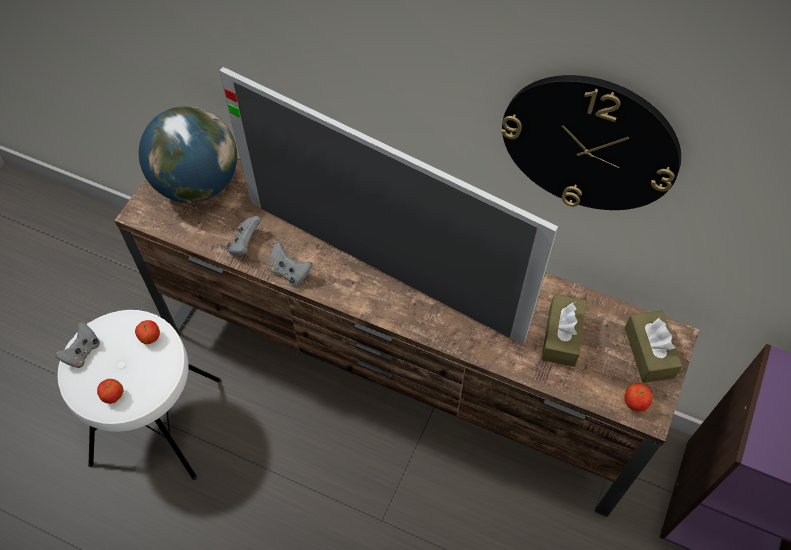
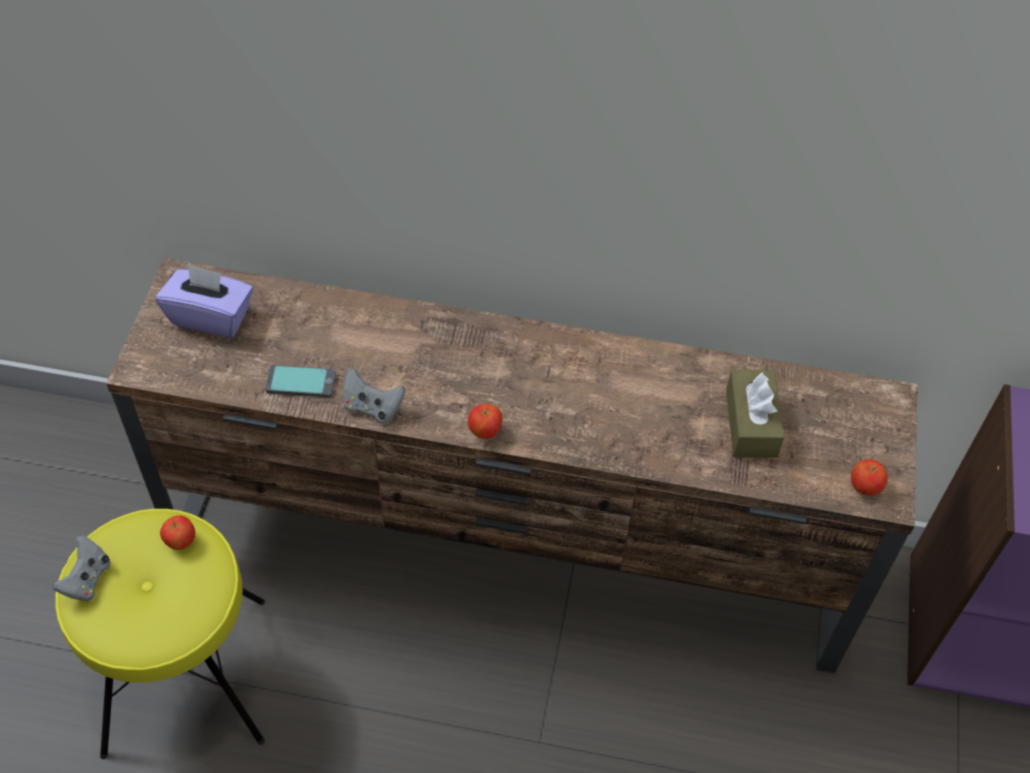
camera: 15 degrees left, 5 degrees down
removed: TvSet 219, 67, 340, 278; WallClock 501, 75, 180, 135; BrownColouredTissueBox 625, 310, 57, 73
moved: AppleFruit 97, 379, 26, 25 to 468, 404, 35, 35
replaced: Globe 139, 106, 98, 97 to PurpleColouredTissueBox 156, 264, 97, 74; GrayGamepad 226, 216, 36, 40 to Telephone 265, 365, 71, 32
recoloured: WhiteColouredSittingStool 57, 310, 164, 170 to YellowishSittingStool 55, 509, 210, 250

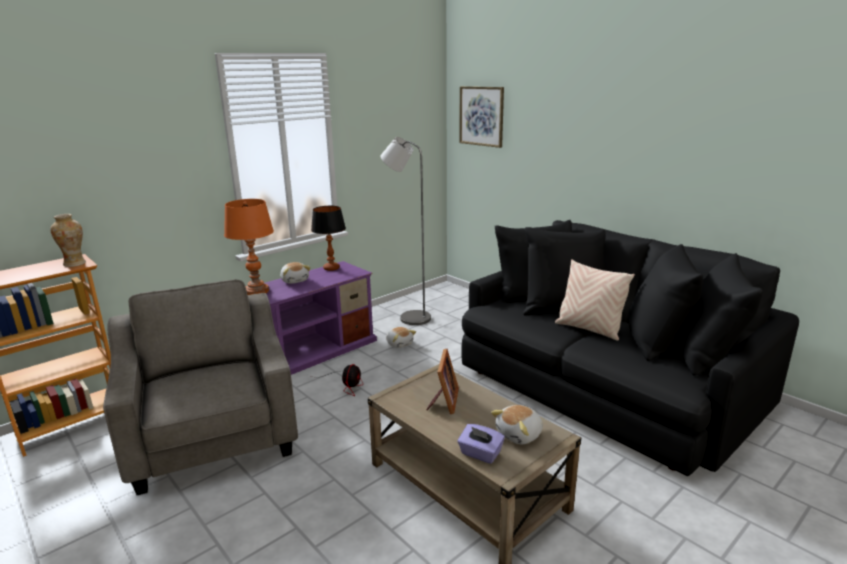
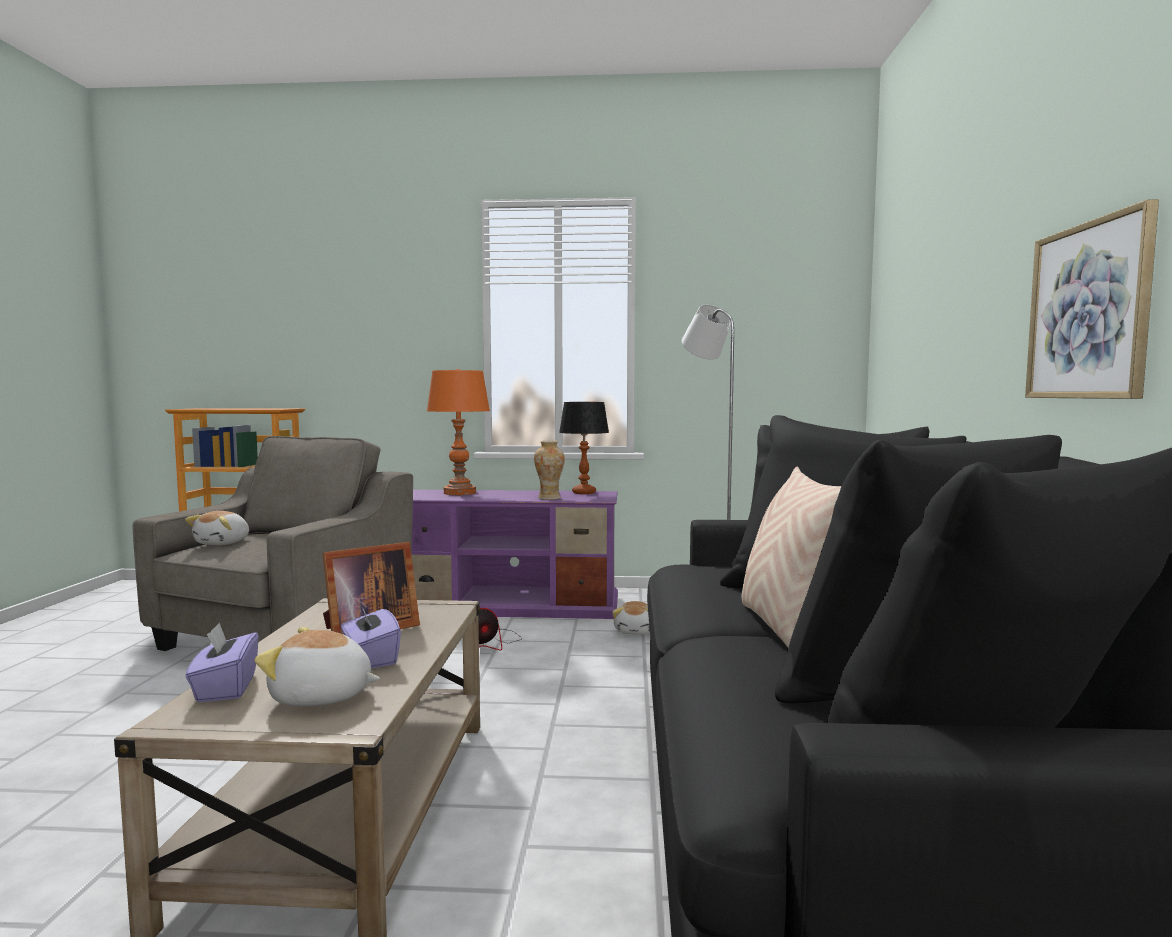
camera: 45 degrees right, 15 degrees down
added: PurpleColouredTissueBox 341, 601, 60, 68
moved: Vase 50, 214, 36, 53 to 534, 441, 31, 59; SoftToy 280, 262, 31, 22 to 185, 511, 64, 34; WallArt 459, 86, 45, 62 to 1025, 199, 134, 200

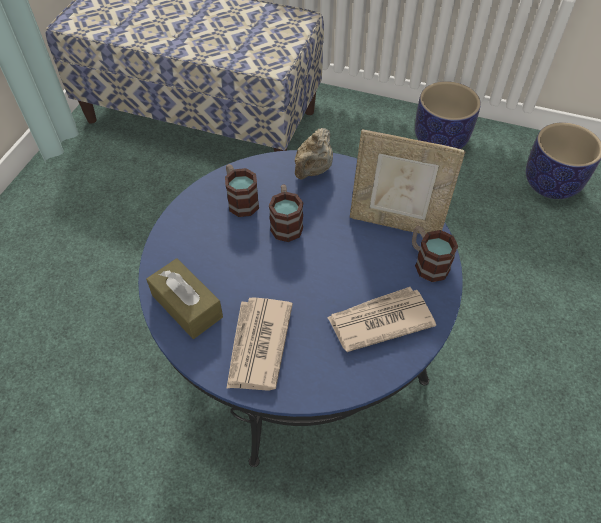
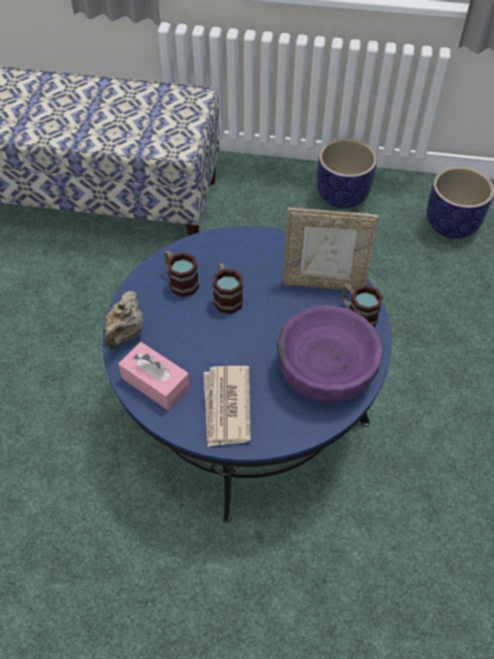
camera: 10 degrees left, 0 degrees up
moved: BeigeColouredTeapot 295, 128, 38, 52 to 105, 291, 38, 58
replaced: Newspaper 327, 287, 109, 65 to PurpleColouredBowl 277, 305, 106, 98
recoloured: BrownColouredTissueBox 146, 258, 77, 81 to PinkishTissueBox 118, 342, 72, 68

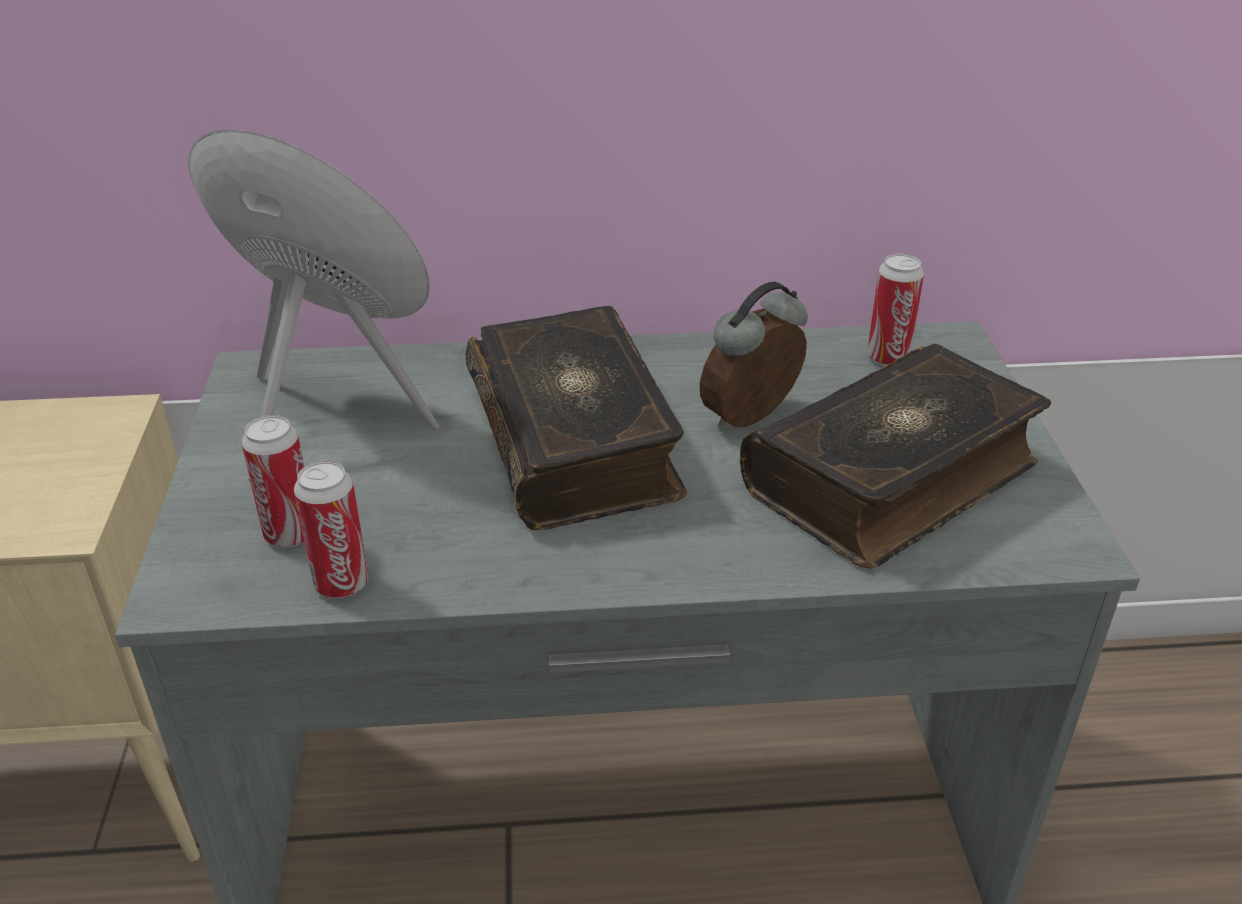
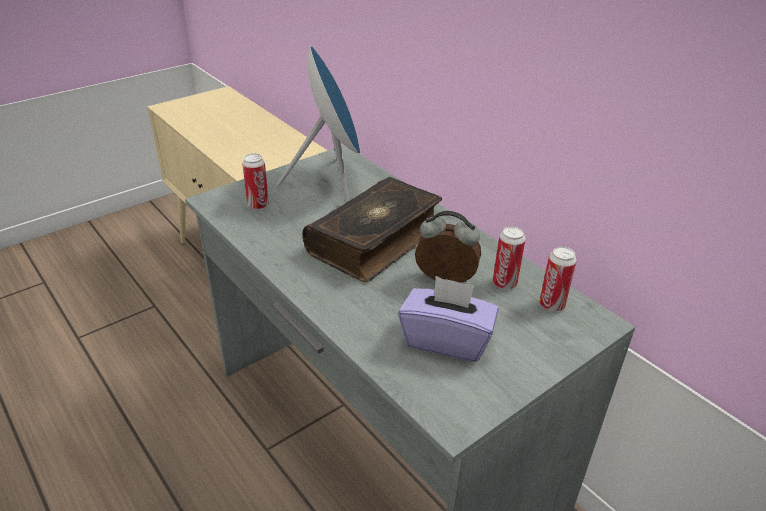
camera: 55 degrees right, 0 degrees up
moved: SealedCan 294, 461, 75, 137 to 493, 226, 33, 64
replaced: BoundBook 740, 344, 311, 225 to PurpleColouredTissueBox 398, 276, 100, 86

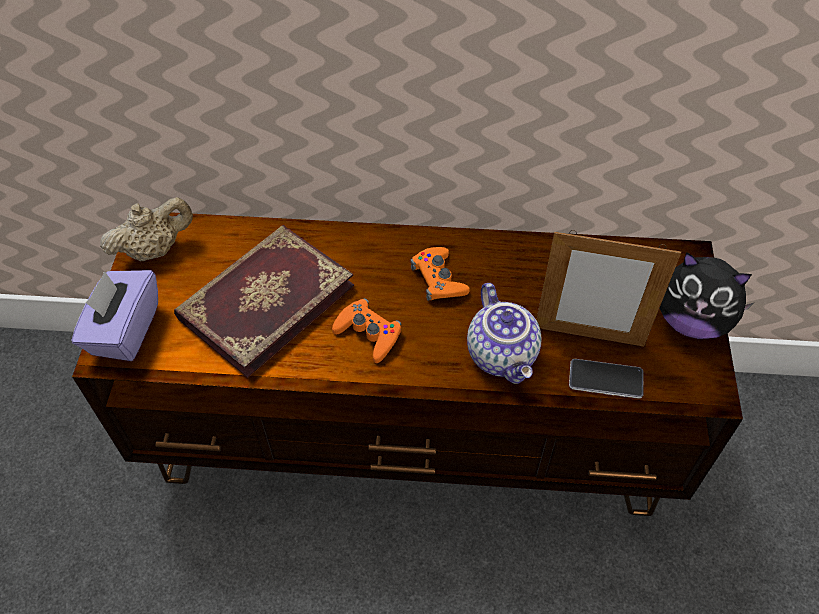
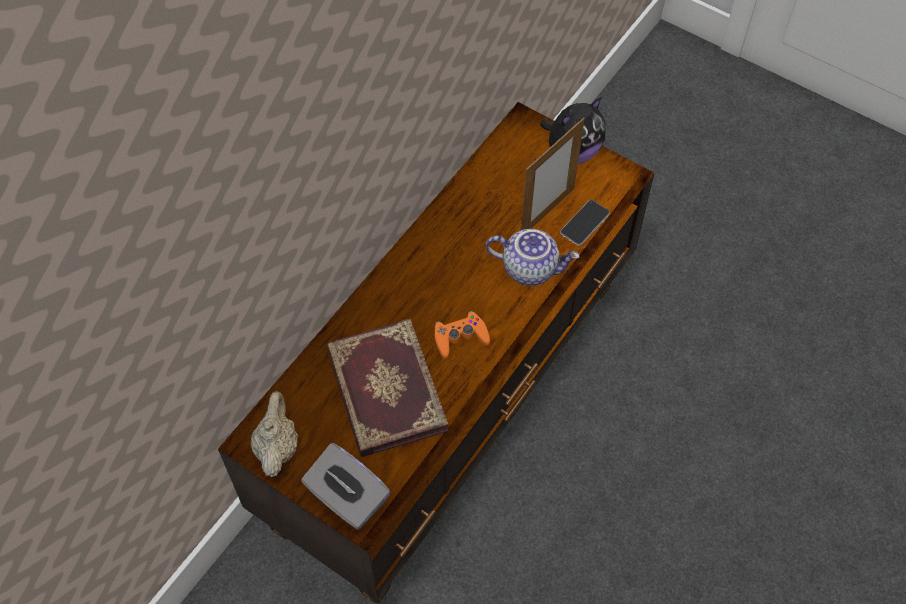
camera: 60 degrees left, 5 degrees up
removed: OrangeyGamepad 410, 247, 60, 54
recoloured: PurpleColouredTissueBox 71, 270, 87, 91 to GrayTissueBox 301, 443, 89, 87

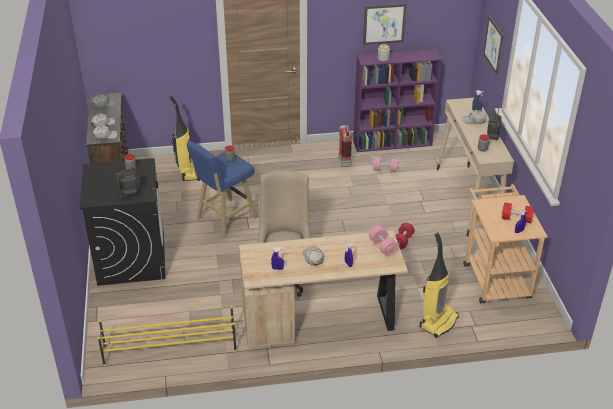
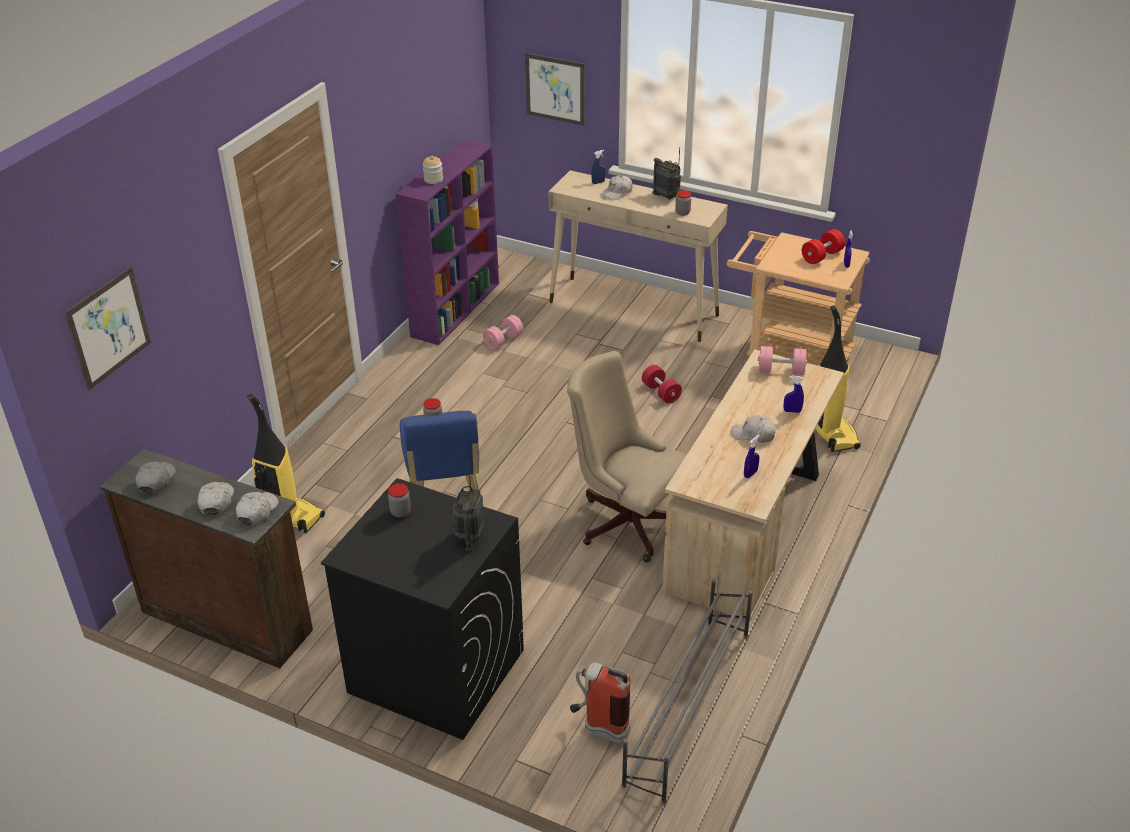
camera: 55 degrees left, 0 degrees up
moved: FireFightingCylinder 338, 125, 14, 42 to 570, 662, 61, 82; WallArt 363, 4, 44, 41 to 64, 267, 87, 123
recoloured: YellowishShoeRack 98, 306, 139, 60 to GrayShoeRack 622, 578, 131, 226

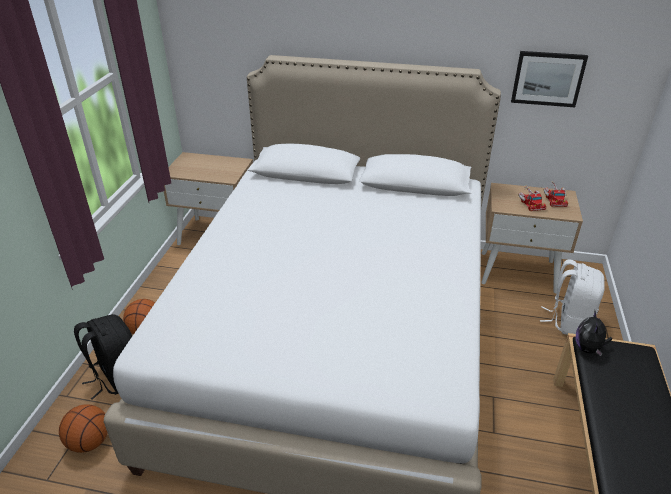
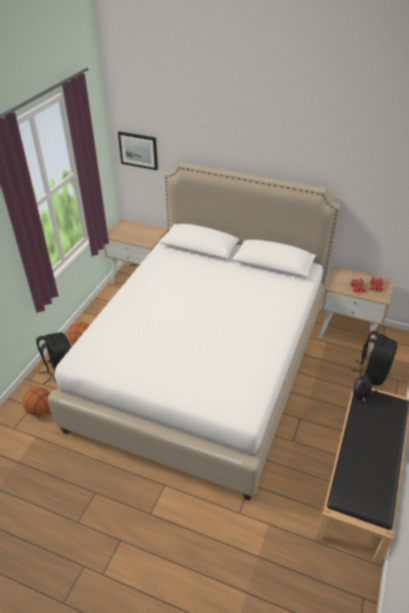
camera: 10 degrees right, 5 degrees up
moved: WallArt 511, 51, 77, 56 to 118, 131, 40, 39
recoloured: WhiteColouredBackpack 540, 259, 65, 76 to BlackColouredBackpack 351, 331, 46, 54

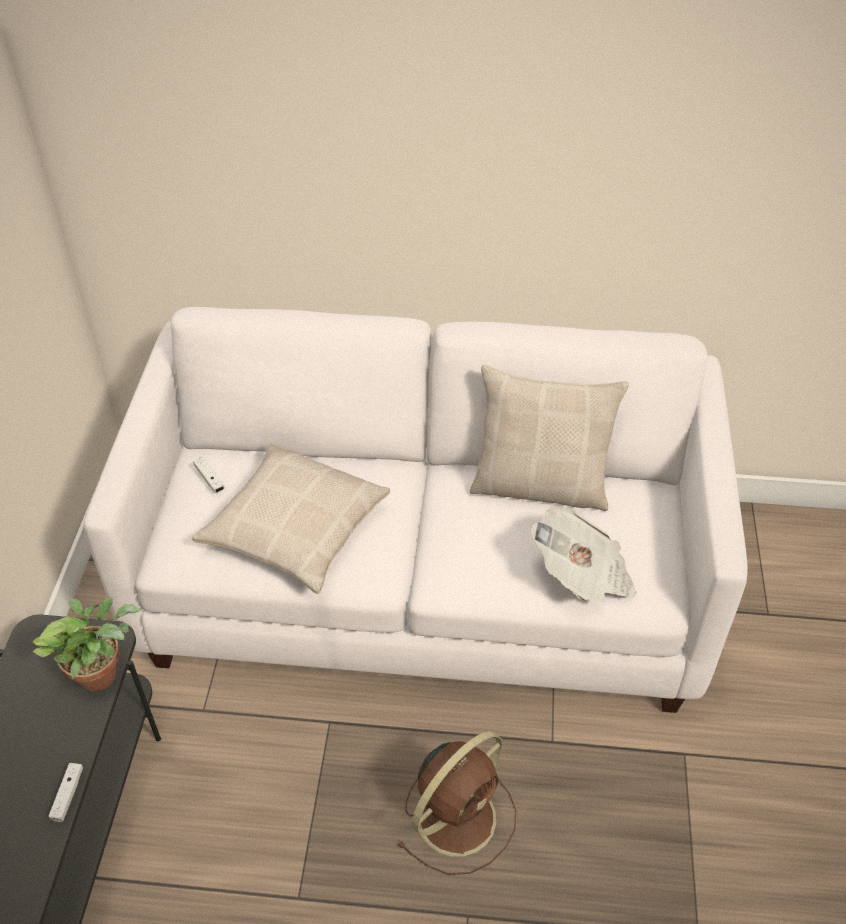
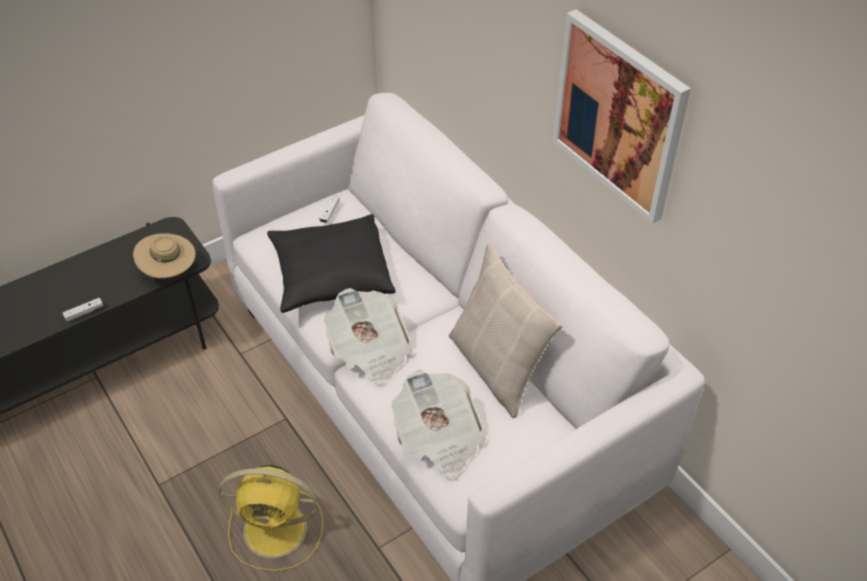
camera: 50 degrees right, 0 degrees up
added: Newspaper 324, 288, 89, 97; WallArt 553, 9, 138, 215
replaced: PottedPlant 33, 597, 108, 95 to BeigeColouredWearableHat 133, 233, 63, 46
recoloured: BeigeColouredThrowPillow 192, 444, 198, 150 to BlackColouredThrowPillow 267, 214, 129, 99; BrownColouredFan 397, 731, 119, 144 to YellowishFan 219, 465, 104, 106

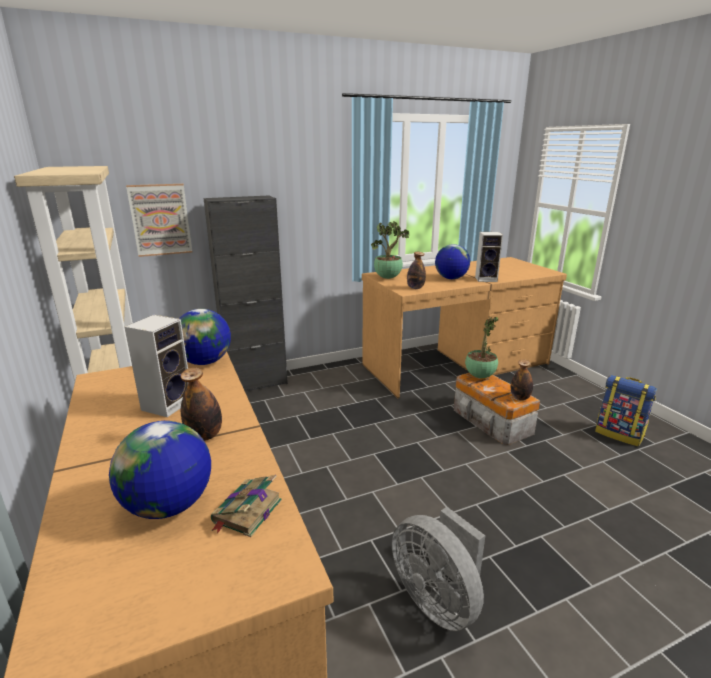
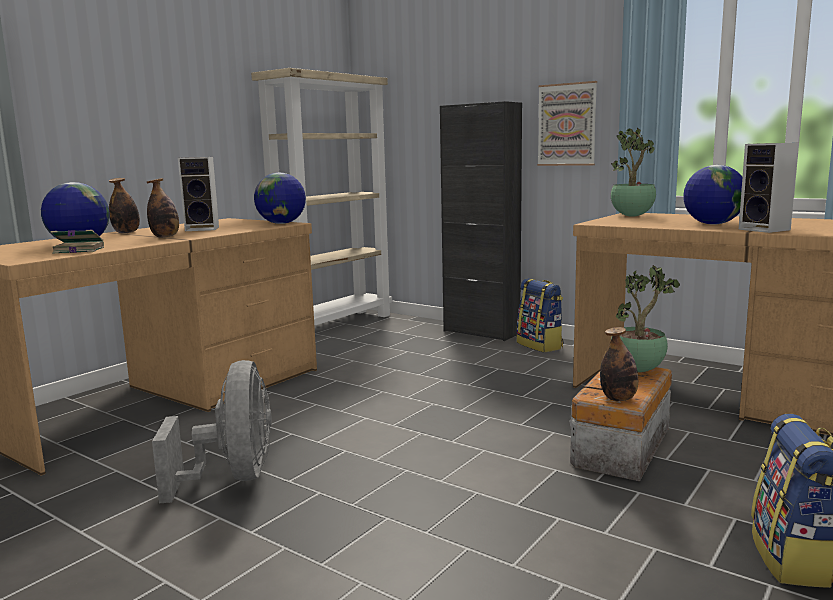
camera: 60 degrees right, 10 degrees down
added: Backpack 517, 278, 46, 74
moved: WallArt 126, 184, 66, 73 to 537, 81, 60, 85; DrinkBottle 407, 252, 19, 37 to 109, 178, 31, 55
turned: GrayFan 392, 507, 93, 124 = 152, 360, 120, 143 150 degrees clockwise

